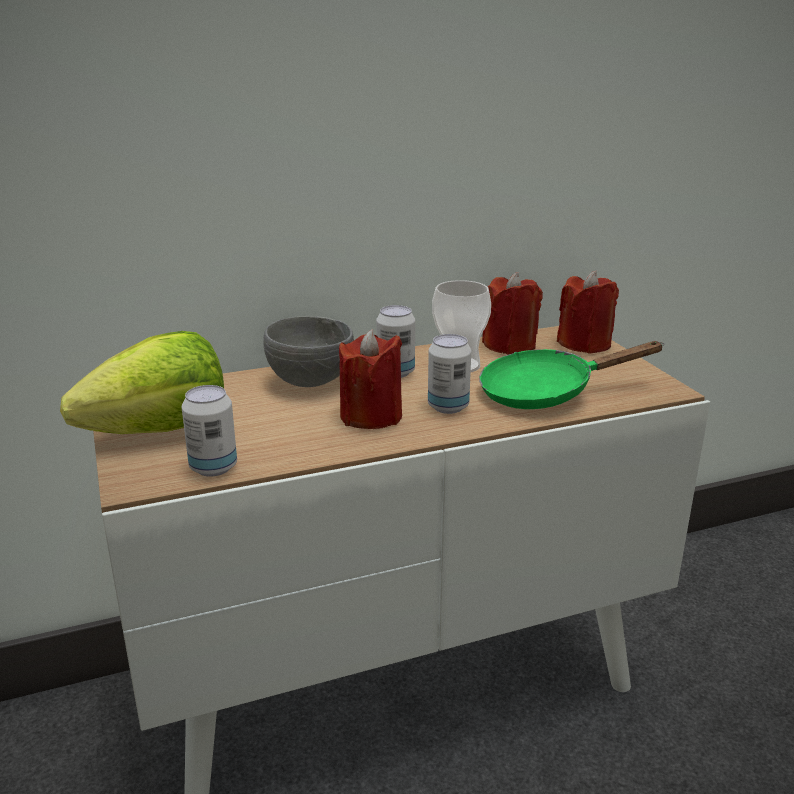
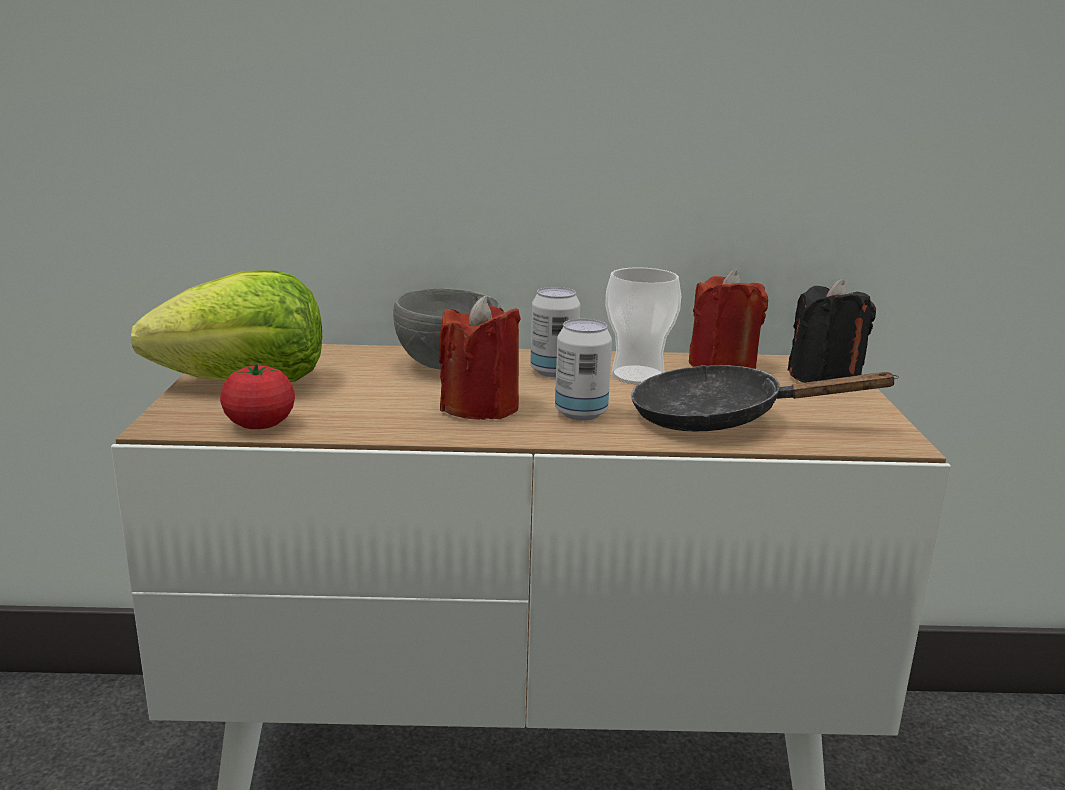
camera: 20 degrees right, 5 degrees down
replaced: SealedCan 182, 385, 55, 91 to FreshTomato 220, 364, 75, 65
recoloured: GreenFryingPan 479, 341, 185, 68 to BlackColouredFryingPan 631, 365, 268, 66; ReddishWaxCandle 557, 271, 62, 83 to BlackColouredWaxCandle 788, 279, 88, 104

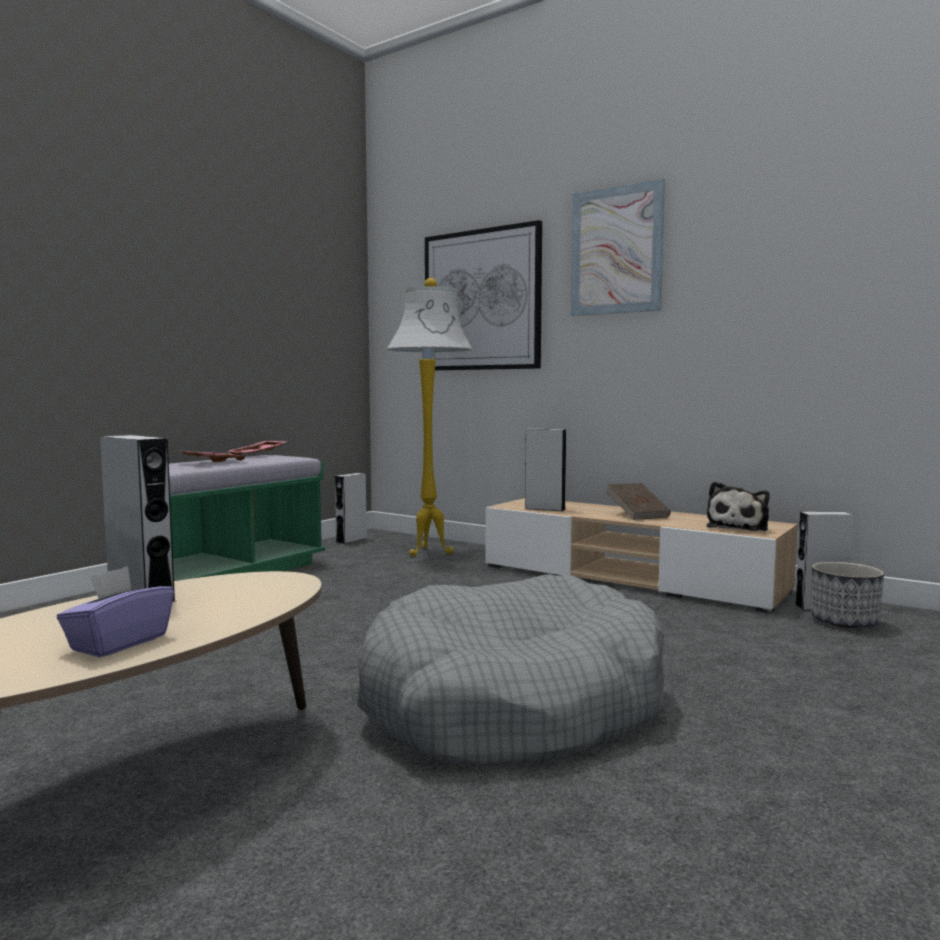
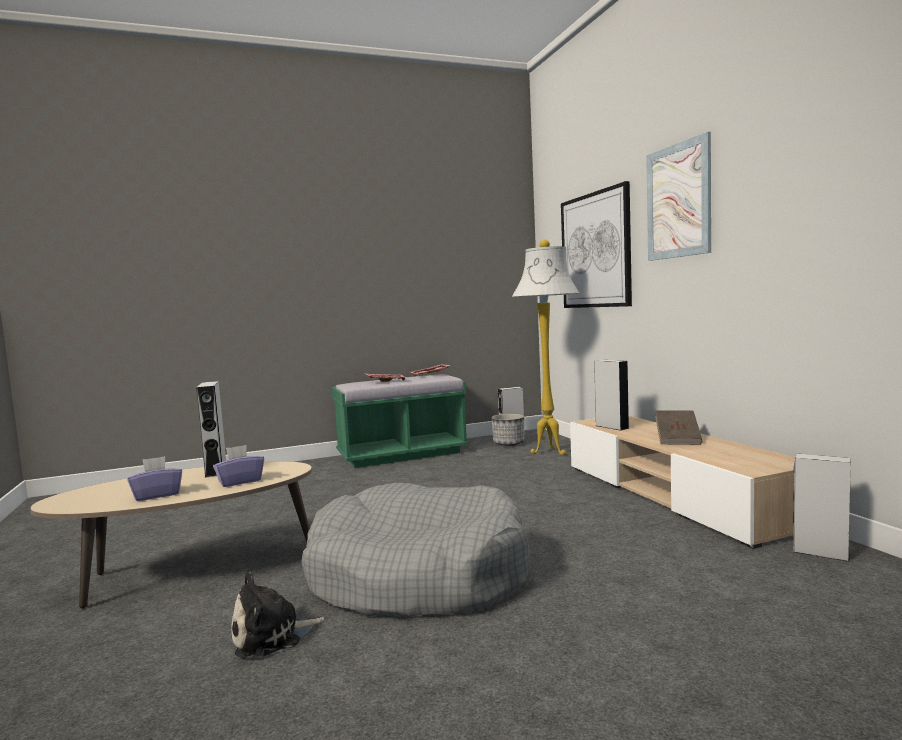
camera: 35 degrees right, 0 degrees up
added: PurpleColouredTissueBox 213, 445, 51, 42
moved: SoftToy 707, 482, 63, 49 to 231, 572, 93, 87; Planter 811, 562, 73, 66 to 491, 414, 33, 32

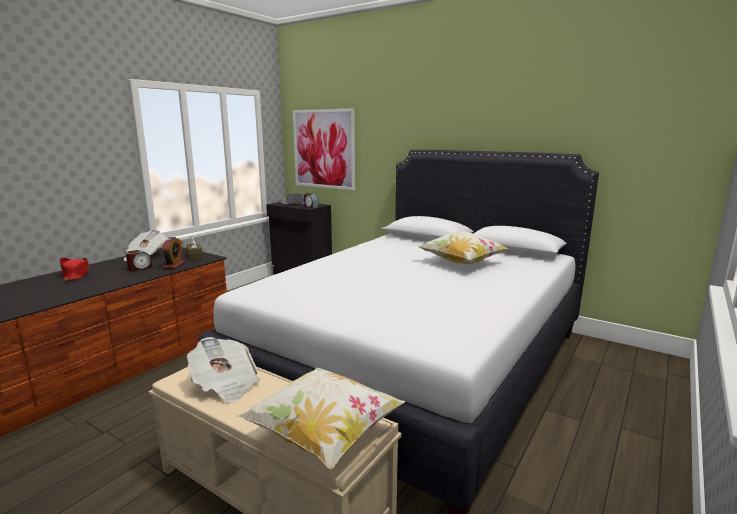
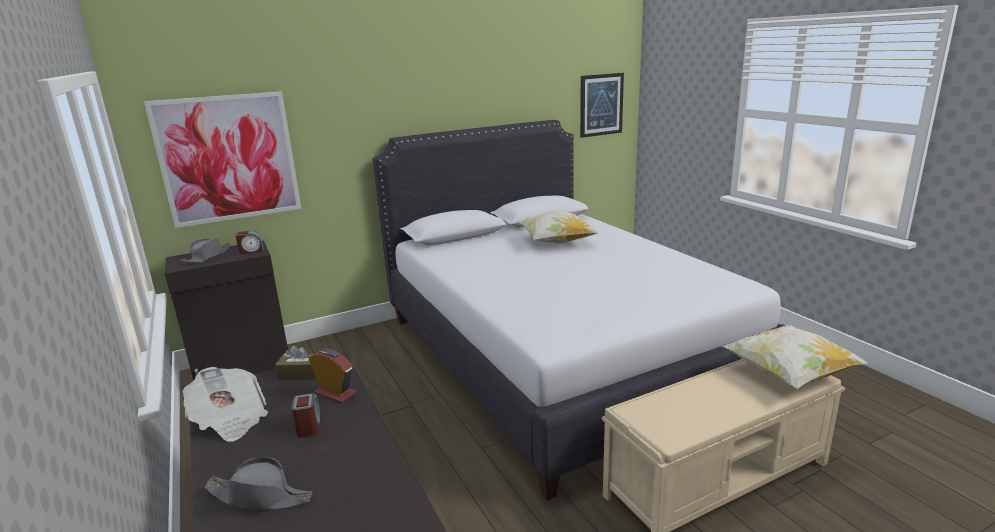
camera: 60 degrees left, 5 degrees up
removed: Newspaper 187, 337, 73, 66
added: WallArt 580, 73, 44, 65
recoloured: ReddishWearableHat 59, 258, 30, 23 to GrayWearableHat 204, 457, 108, 53

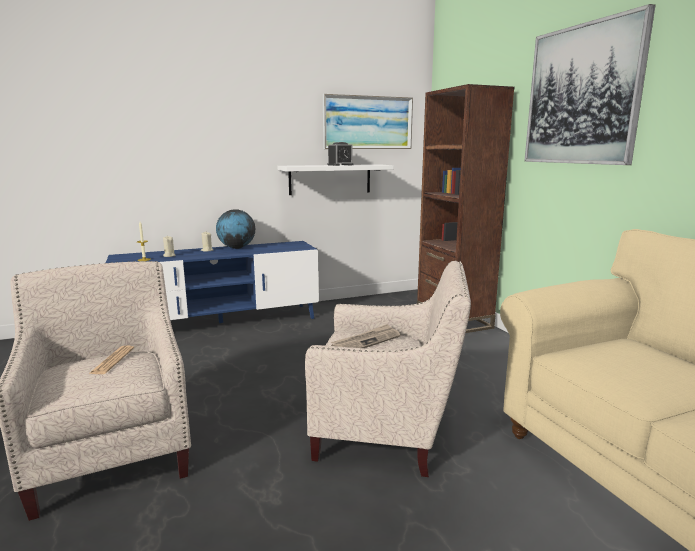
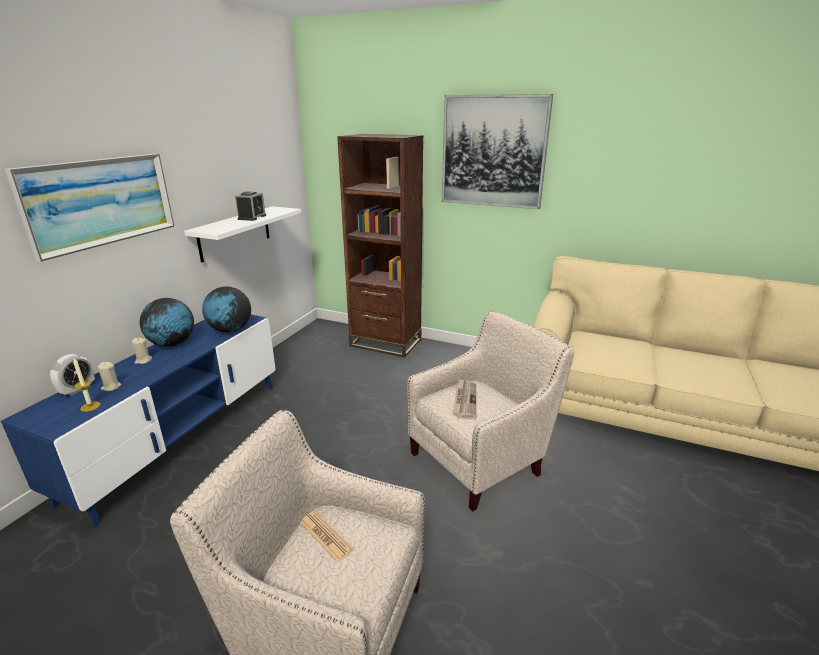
camera: 45 degrees left, 10 degrees up
added: BedsideClock 50, 354, 45, 42; Globe 202, 286, 49, 46
moved: WallArt 323, 94, 90, 55 to 5, 154, 169, 108

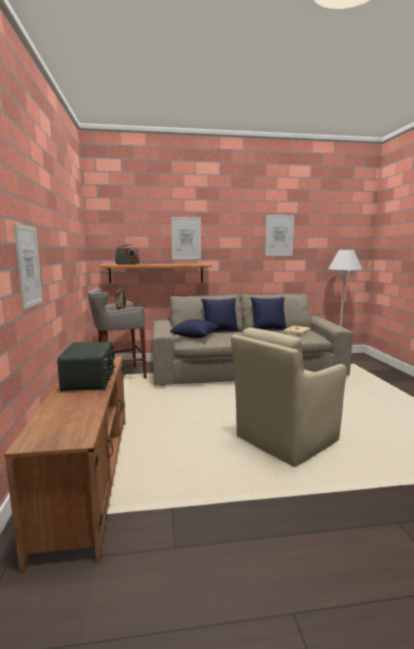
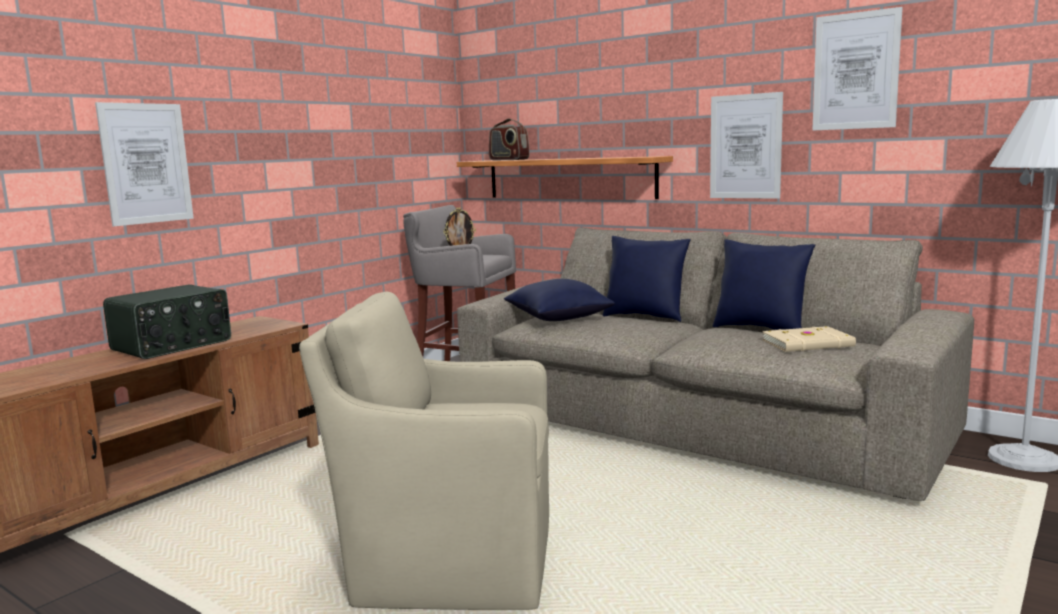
camera: 45 degrees right, 0 degrees up
moved: WallArt 171, 217, 30, 42 to 710, 92, 73, 107

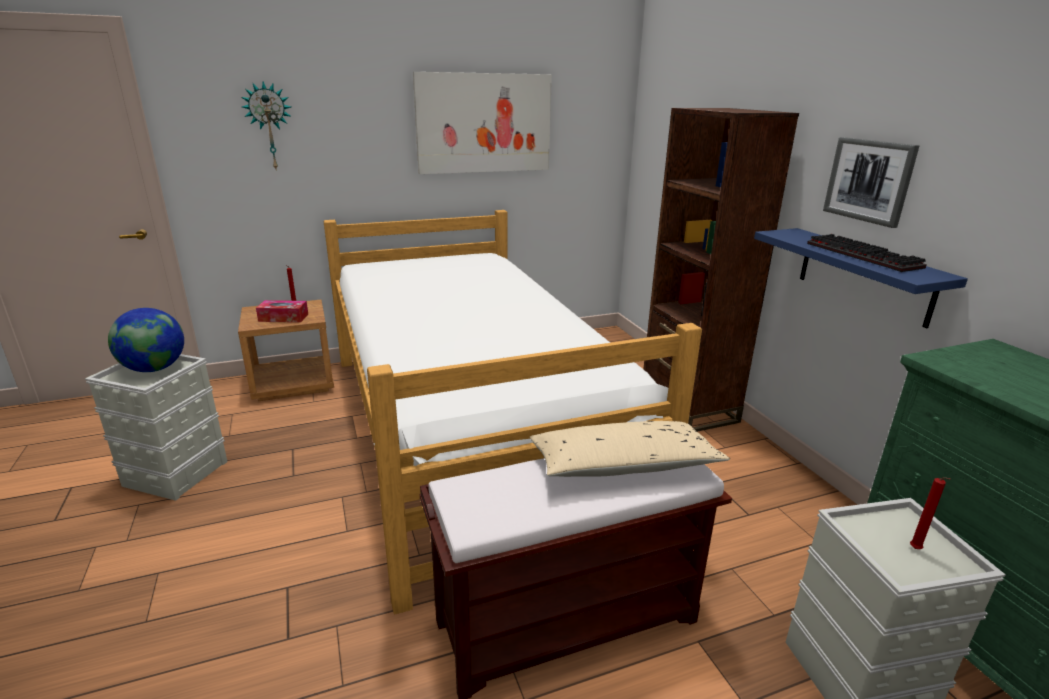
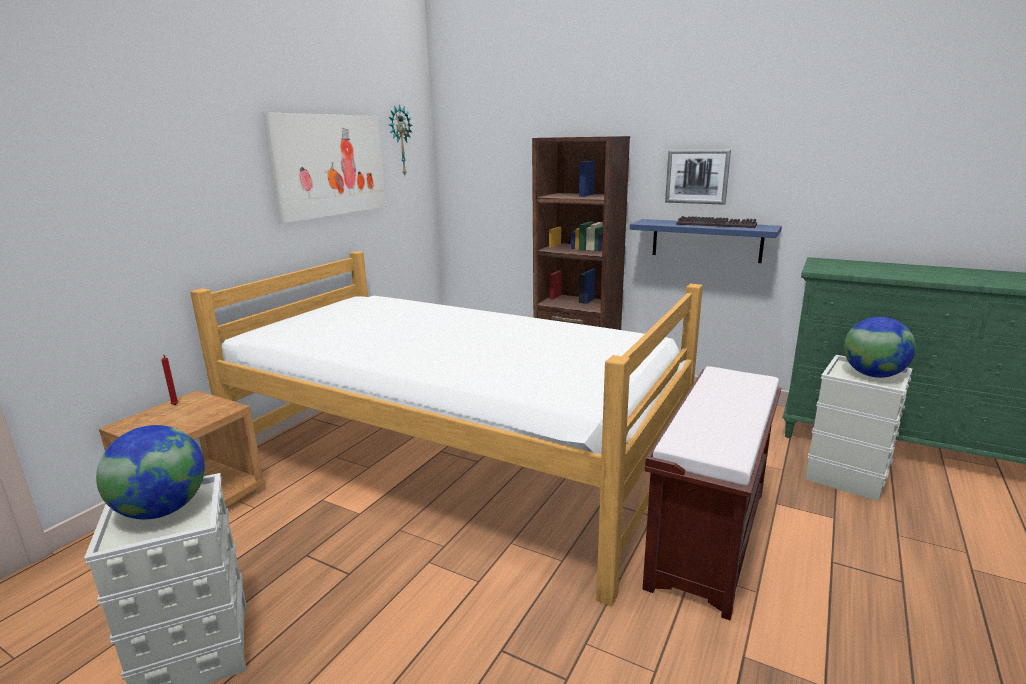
camera: 40 degrees left, 5 degrees down
removed: TissueBox 256, 300, 52, 22; BeigeColouredThrowPillow 530, 421, 200, 56
moved: WallClock 241, 81, 50, 88 to 389, 104, 24, 71
replaced: ReddishWaxCandle 910, 477, 40, 72 to Globe 844, 317, 72, 61

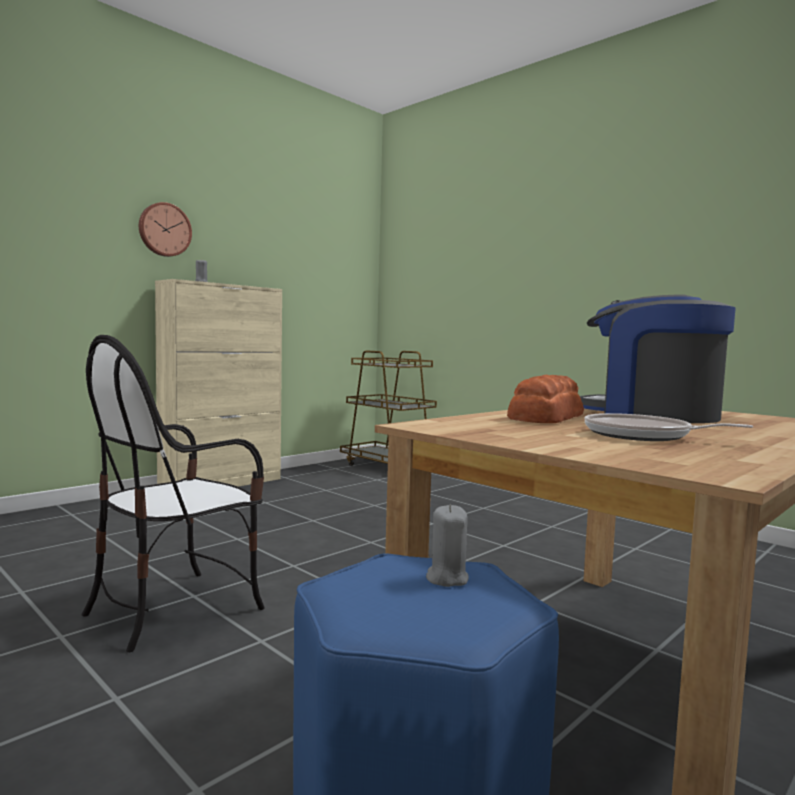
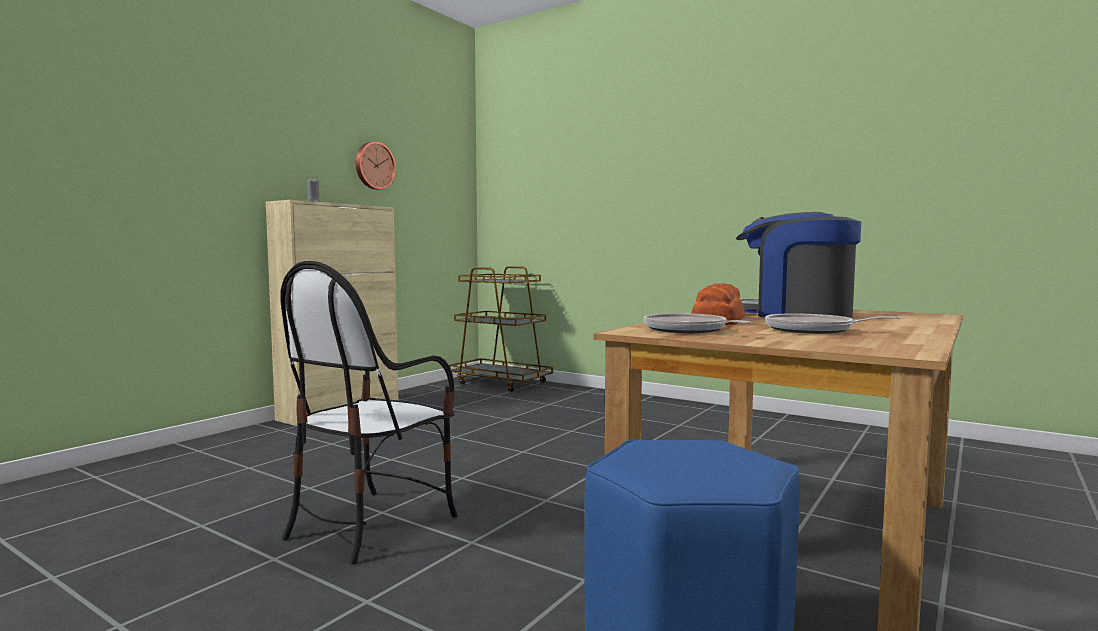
camera: 10 degrees left, 0 degrees up
removed: GrayWaxCandle 426, 505, 43, 82
added: FryingPan 644, 313, 107, 20
moved: WallClock 139, 202, 53, 55 to 356, 142, 40, 48

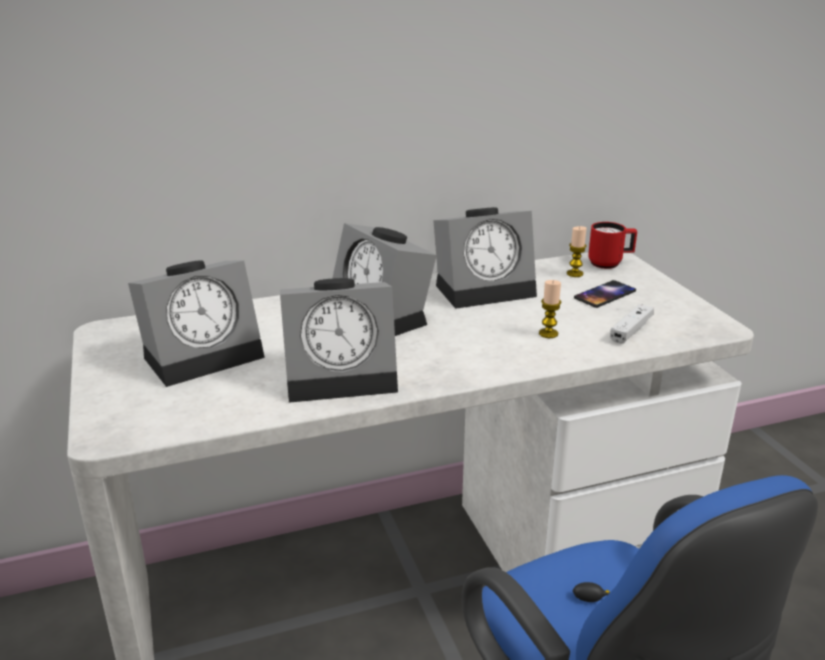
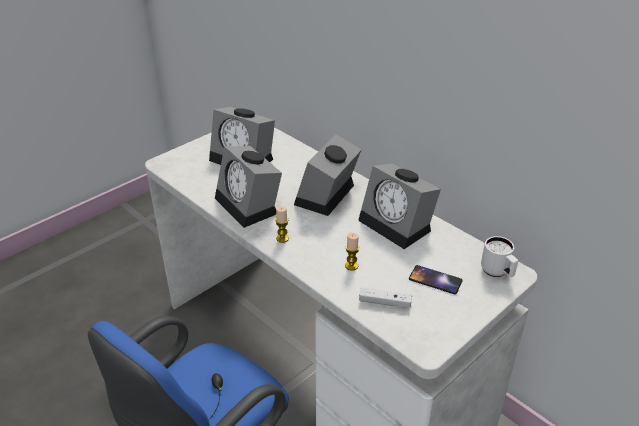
camera: 65 degrees right, 10 degrees up
moved: WaxCandle 567, 226, 20, 51 to 275, 206, 14, 37
recoloured: ReddishCoffeeMug 588, 222, 49, 47 to WhiteColouredCoffeeMug 481, 236, 37, 41

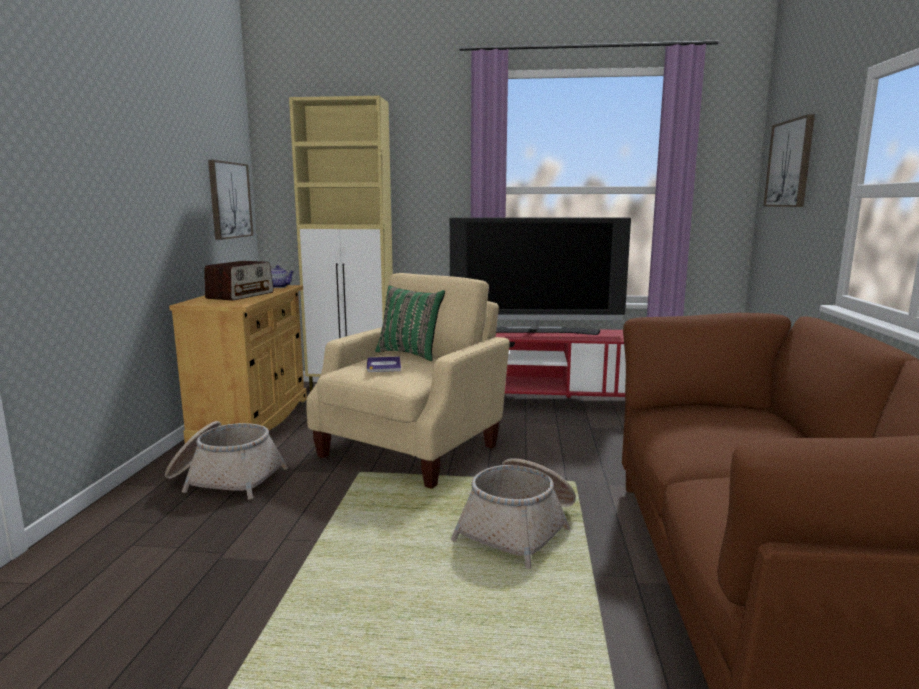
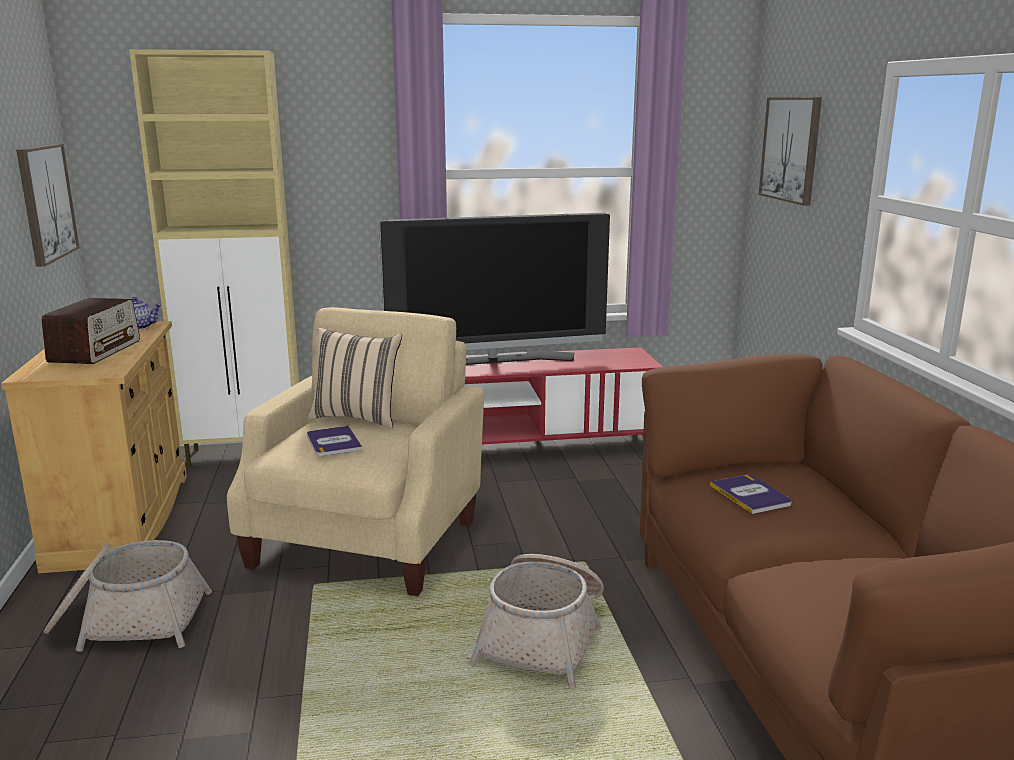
camera: 15 degrees left, 5 degrees up
added: BoundBook 710, 475, 82, 39
recoloured: GreenThrowPillow 375, 285, 70, 76 to BeigeColouredThrowPillow 308, 328, 94, 101

